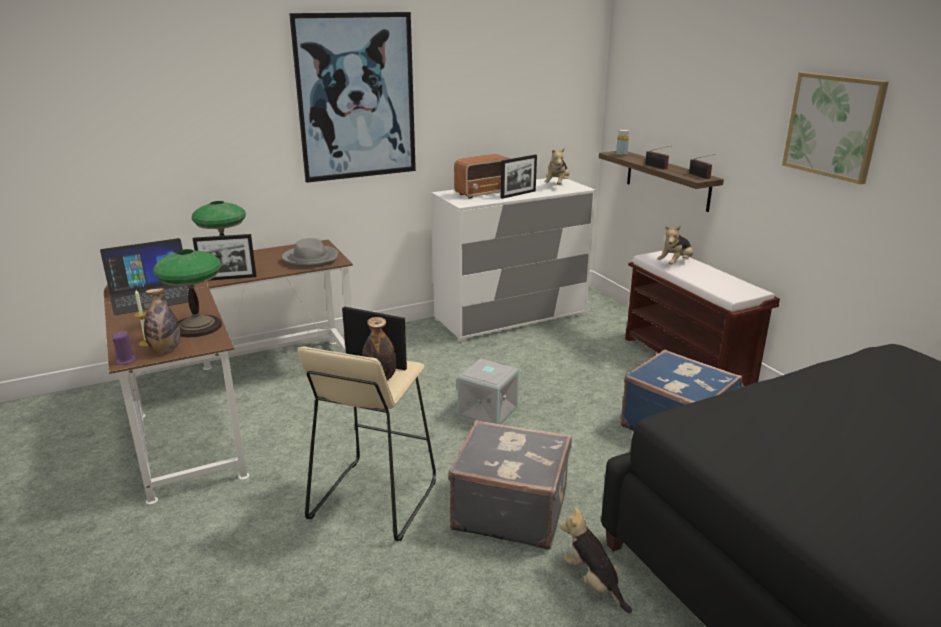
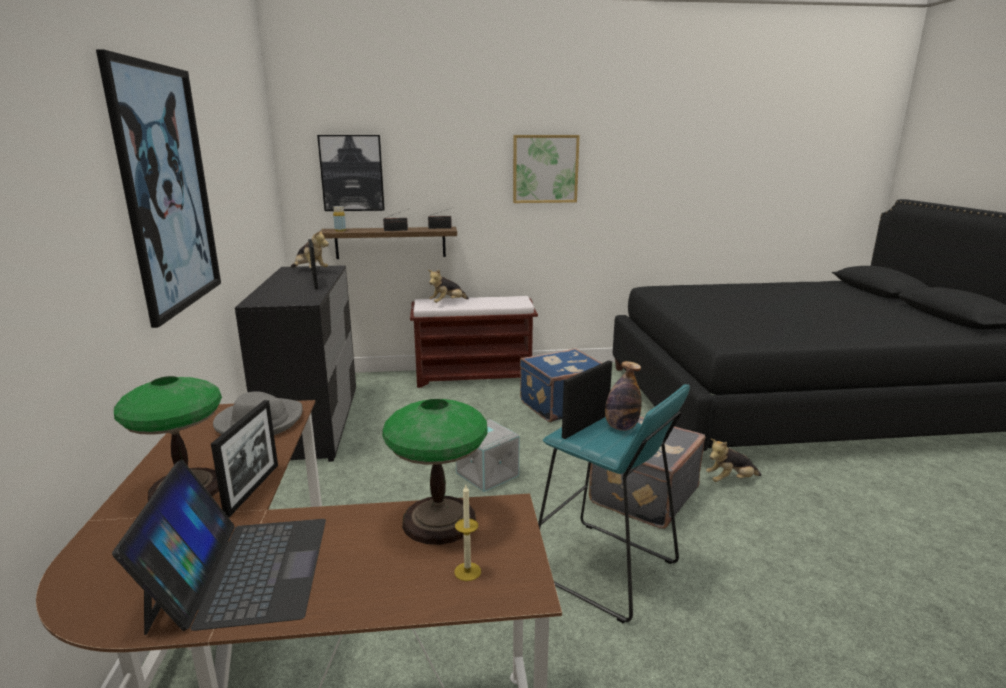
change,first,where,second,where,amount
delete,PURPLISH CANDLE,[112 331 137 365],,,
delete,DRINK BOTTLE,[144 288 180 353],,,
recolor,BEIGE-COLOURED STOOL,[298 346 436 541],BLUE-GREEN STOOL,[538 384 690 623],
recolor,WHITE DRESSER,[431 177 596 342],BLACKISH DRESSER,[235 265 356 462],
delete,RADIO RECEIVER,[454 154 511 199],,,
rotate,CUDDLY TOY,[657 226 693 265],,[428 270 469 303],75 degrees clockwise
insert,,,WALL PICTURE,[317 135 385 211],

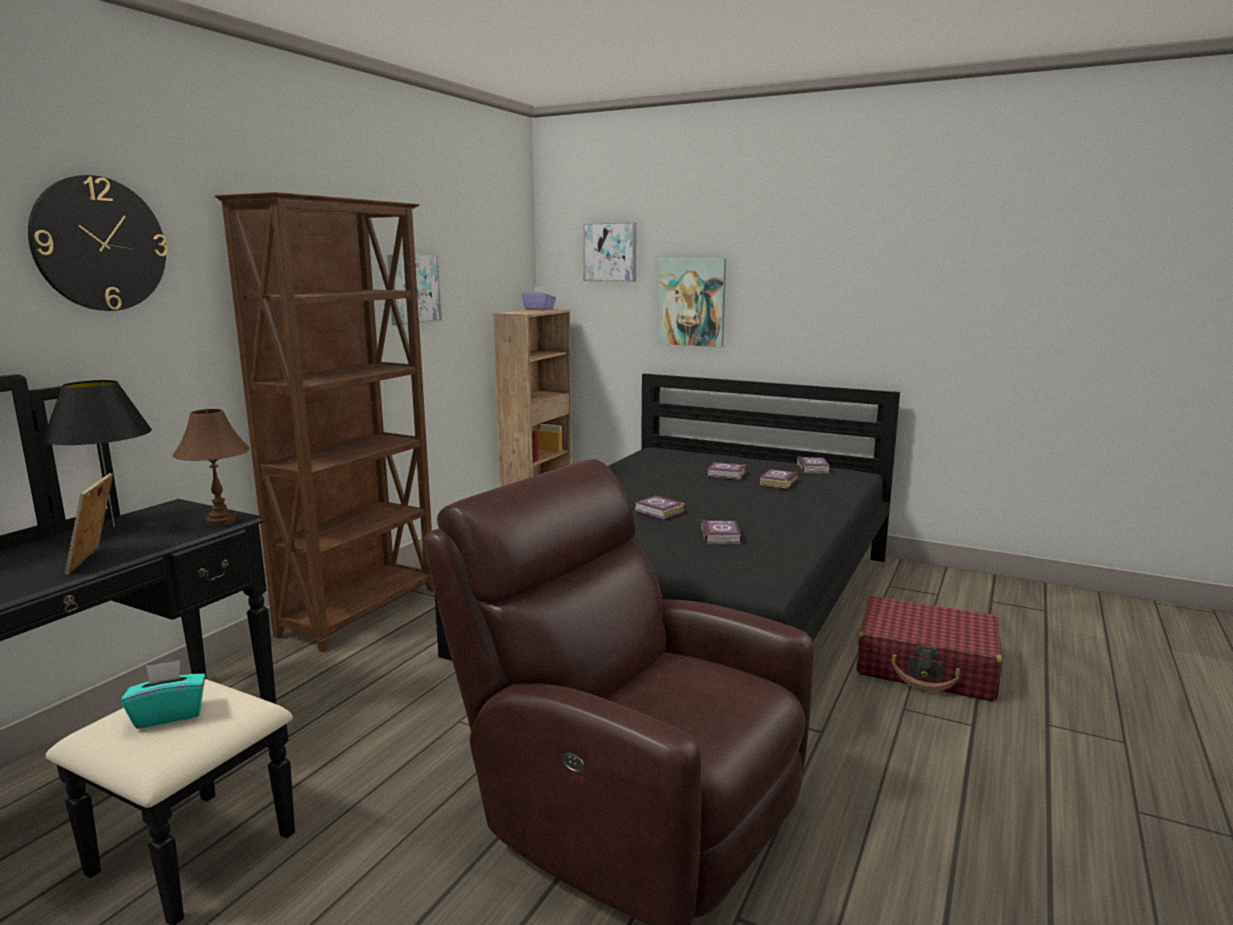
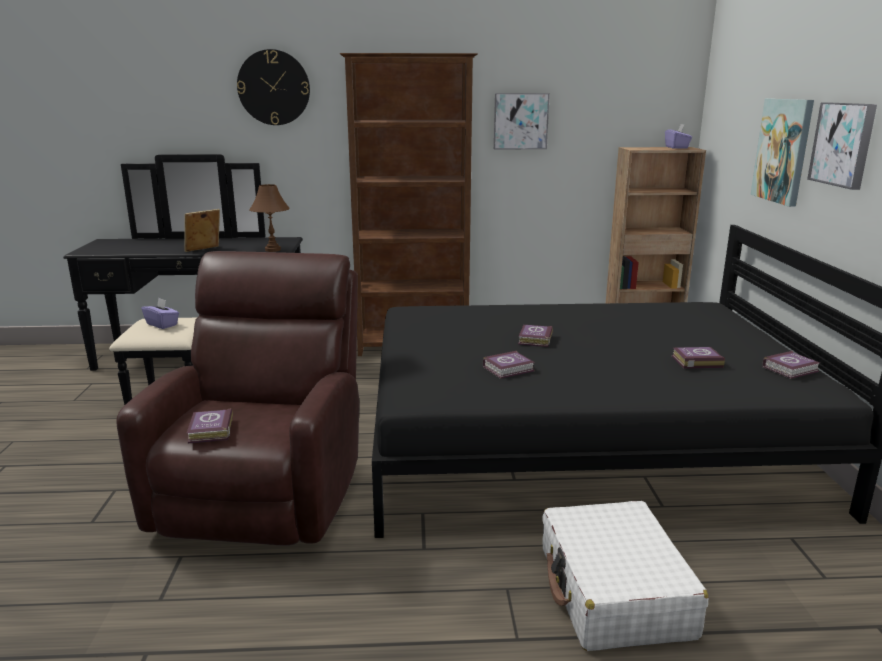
change,first,where,second,where,amount
delete,BLACKISH TABLE LAMP,[42 380 152 527],,,
recolor,BLUE-GREEN TISSUE BOX,[121 660 206 729],PURPLISH TISSUE BOX,[142 298 179 329],
move,WALL PICTURE,[583 222 636 282],,[807 102 877 190],
move,BOOK,[707 462 746 480],,[187 408 233 443],
recolor,RED SUITCASE,[856 596 1003 701],WHITE SUITCASE,[542 501 708 651],

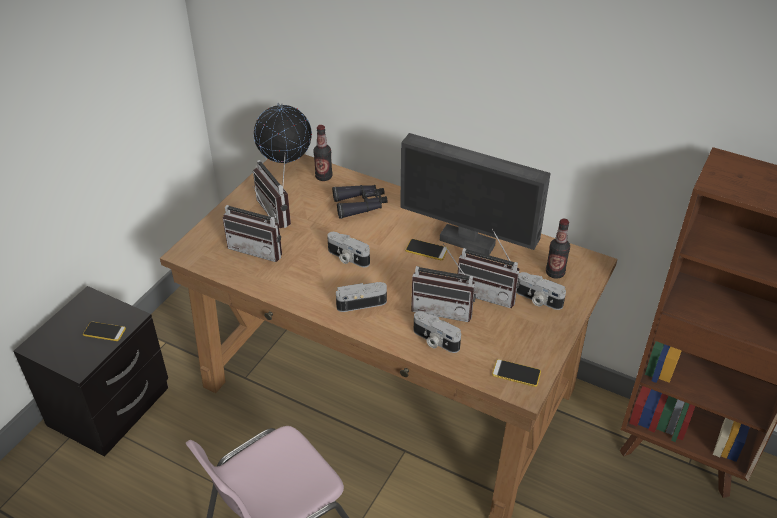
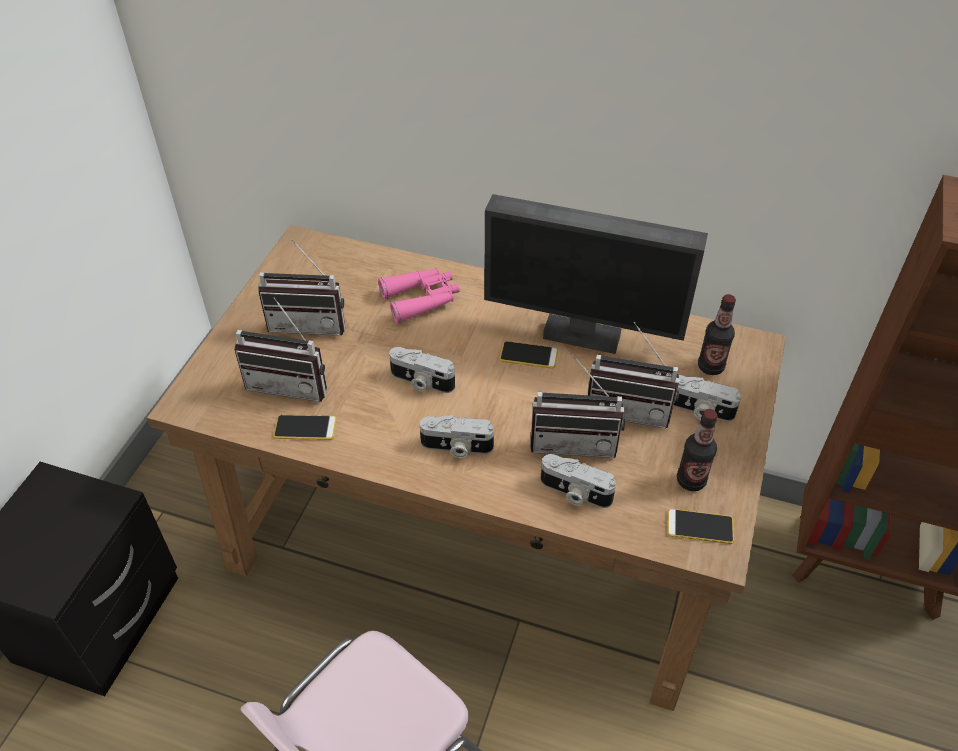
change,first,where,second,where,amount
move,PHONE,[83 322 126 341],,[273 415 337 440],
rotate,RADIO RECEIVER,[253 152 291 228],,[258 239 345 336],45 degrees counterclockwise
delete,DESK GLOBE,[254 103 312 164],,,
move,DRINK BOTTLE,[313 125 333 181],,[677 409 718 491],
recolor,BLACKISH PAIR OF BINOCULARS,[332 185 388 219],PINKISH PAIR OF BINOCULARS,[378 268 460 324],
rotate,PHOTO CAMERA,[336 282 387 312],,[420 415 494 458],150 degrees counterclockwise

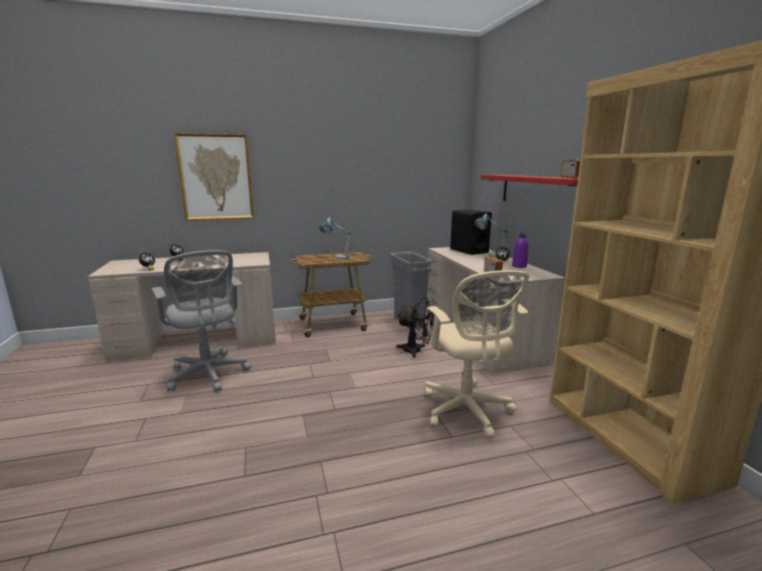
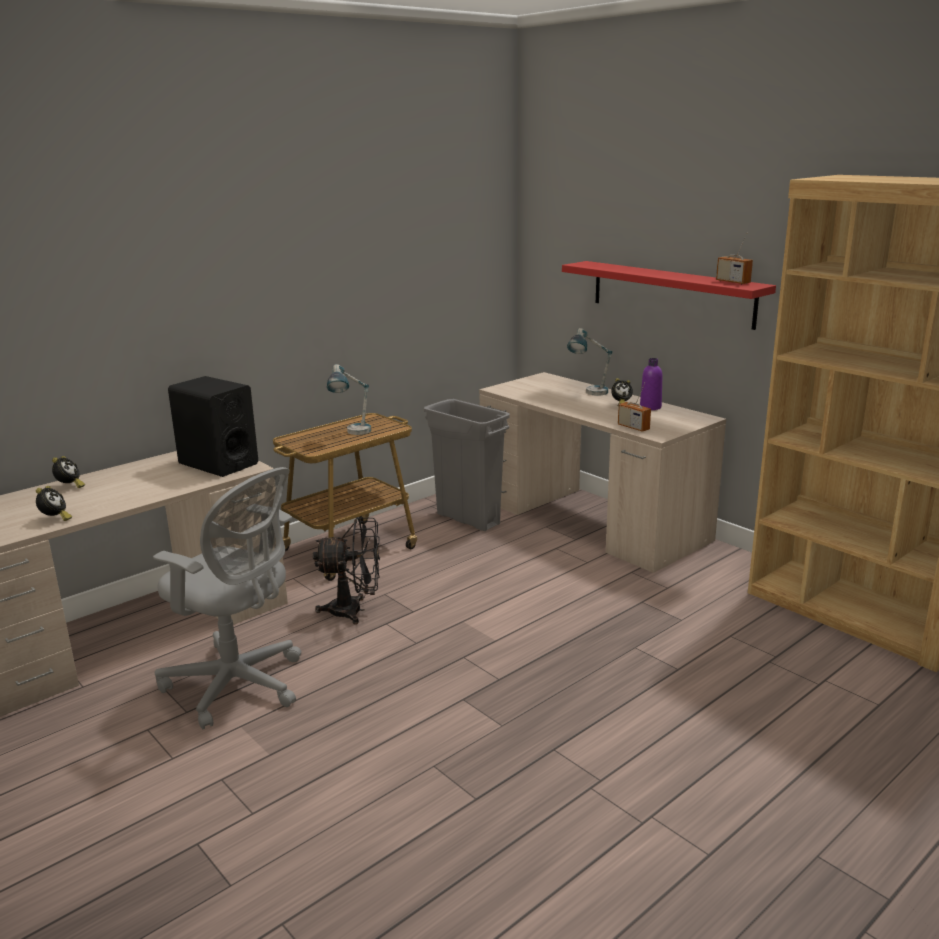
change,first,where,second,where,amount
delete,WALL PICTURE,[174 133 254 220],,,
move,BLACKISH FAN,[396 297 437 358],,[313 517 380 624],
delete,BEIGE-COLOURED OFFICE CHAIR,[424 270 529 439],,,
move,BLACKISH SPEAKER,[450 209 492 255],,[168 376 258 477],

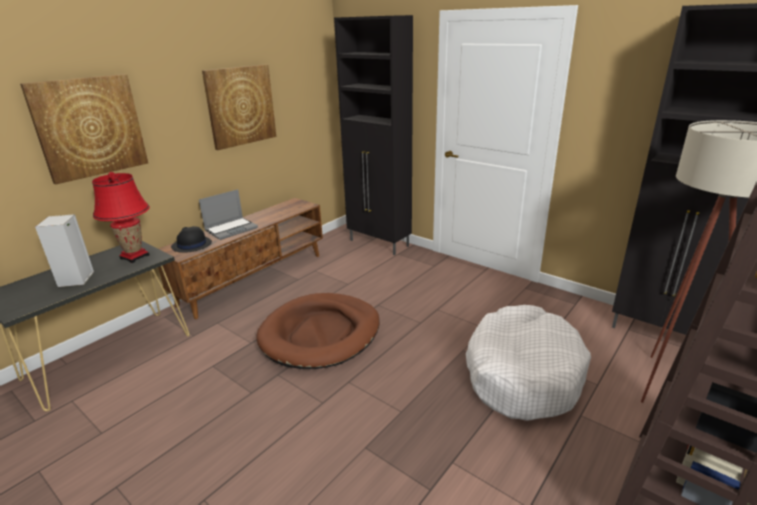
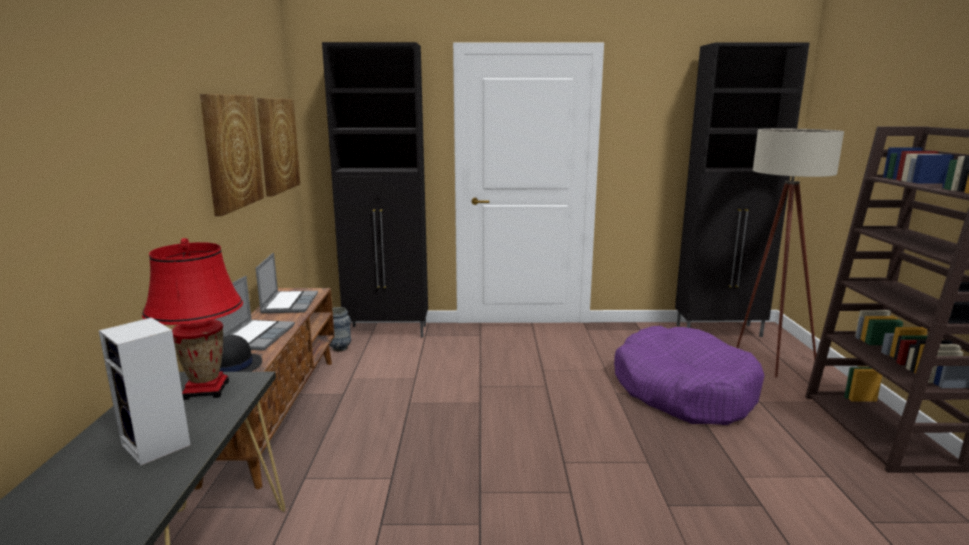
change,first,where,second,where,amount
move,WALL PICTURE,[20 74 148 184],,[257 98 300 197],
delete,BROWNISH DOG CUSHION,[256 293 380 369],,,
recolor,WHITE DOG CUSHION,[466 305 591 421],PURPLISH DOG CUSHION,[614 326 765 425],
insert,,,NOTEBOOK COMPUTER,[255 253 318 313],
insert,,,FLOWER VASE,[330 307 351 351],

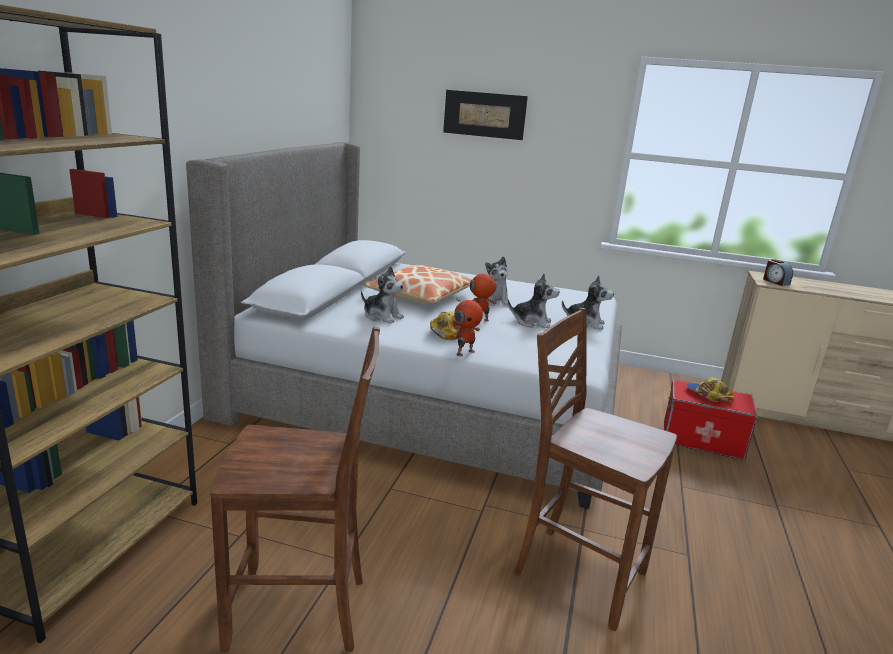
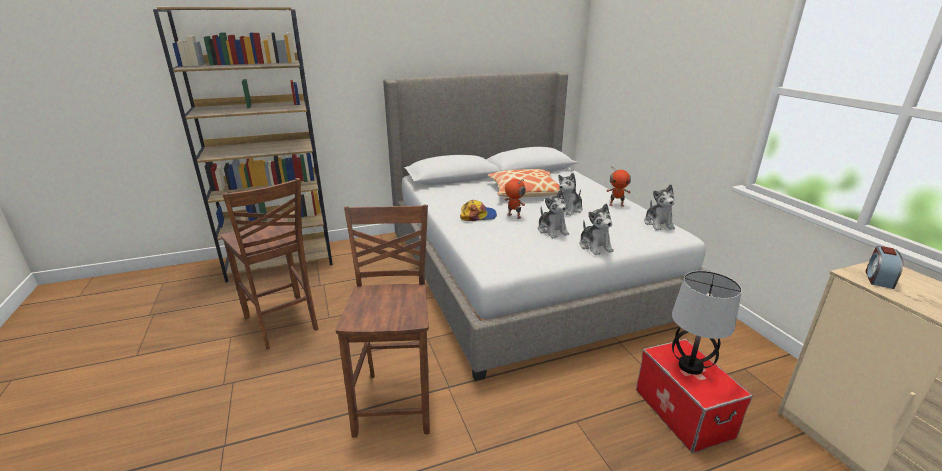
change,first,where,second,where,amount
move,CUDDLY TOY,[361 266 404 324],,[644 184 675 230],
delete,WALL PICTURE,[443 90 528 140],,,
move,TOY ROBOT,[453 299 483 356],,[606 166 631 207],
replace,PEAKED CAP,[686 377 734 403],TABLE LAMP,[672 271 742 375],

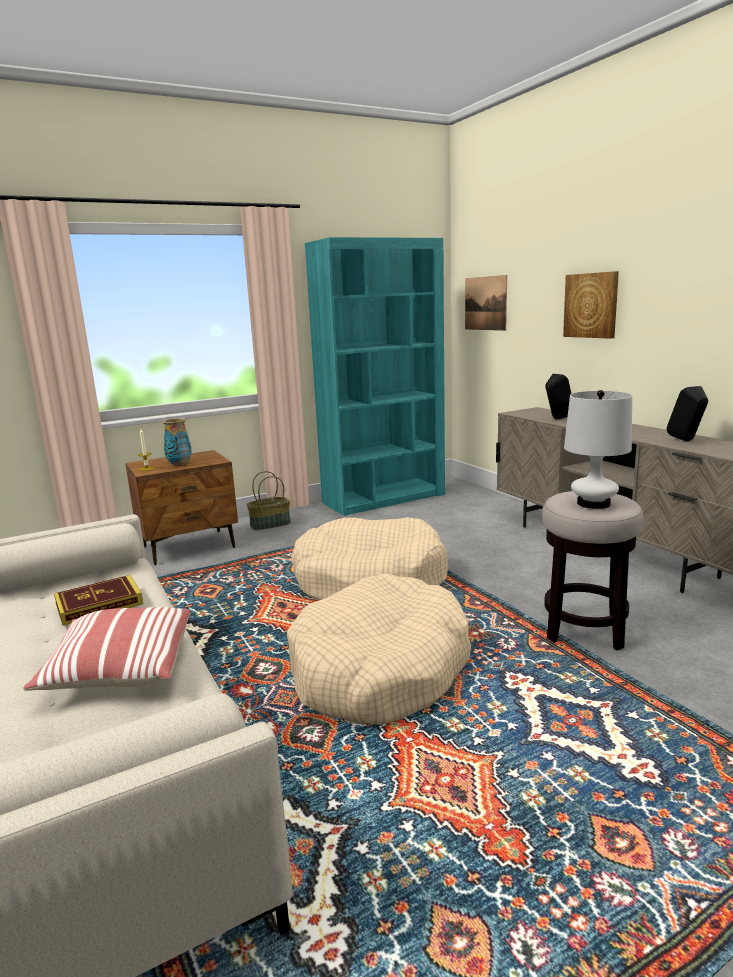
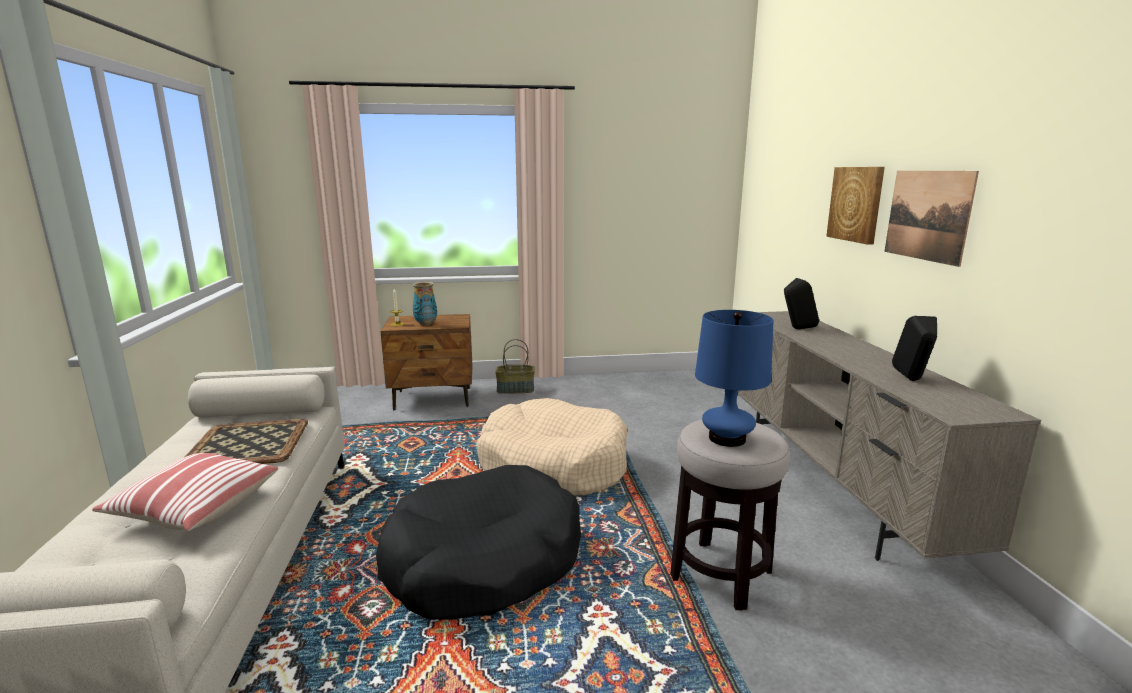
change,first,where,second,where,amount
replace,BOOK,[54 575 143 626],CARRYING TRAY,[185 419 308 464],
recolor,BEIGE-COLOURED DOG CUSHION,[287 573 471 725],BLACKISH DOG CUSHION,[376 465 581 620],
delete,BLUE-GREEN BOOKSHELF,[305 237 445 516],,,
move,WALL PICTURE,[465 275 507 331],,[884 171 979 267],
recolor,WHITE TABLE LAMP,[564 390 632 509],BLUE TABLE LAMP,[695 310 773 447],

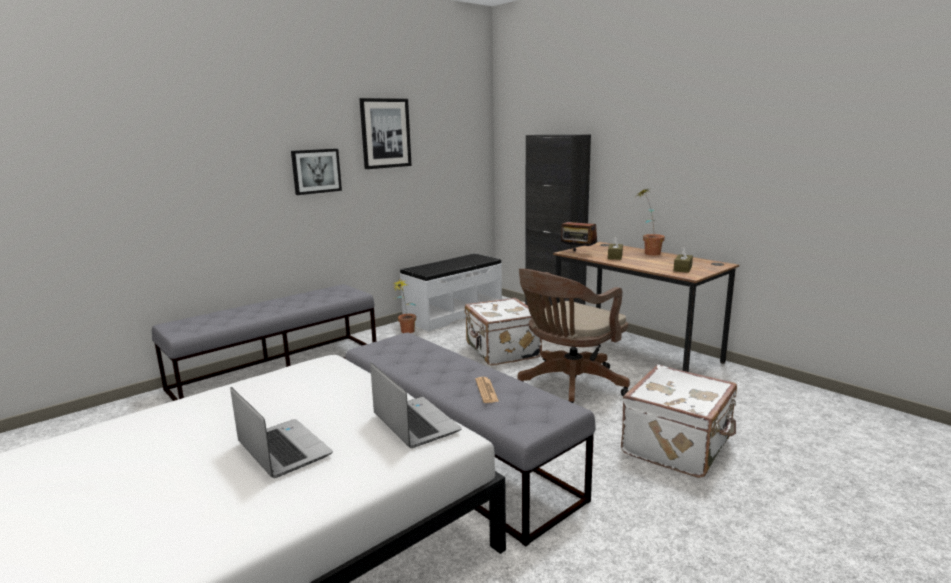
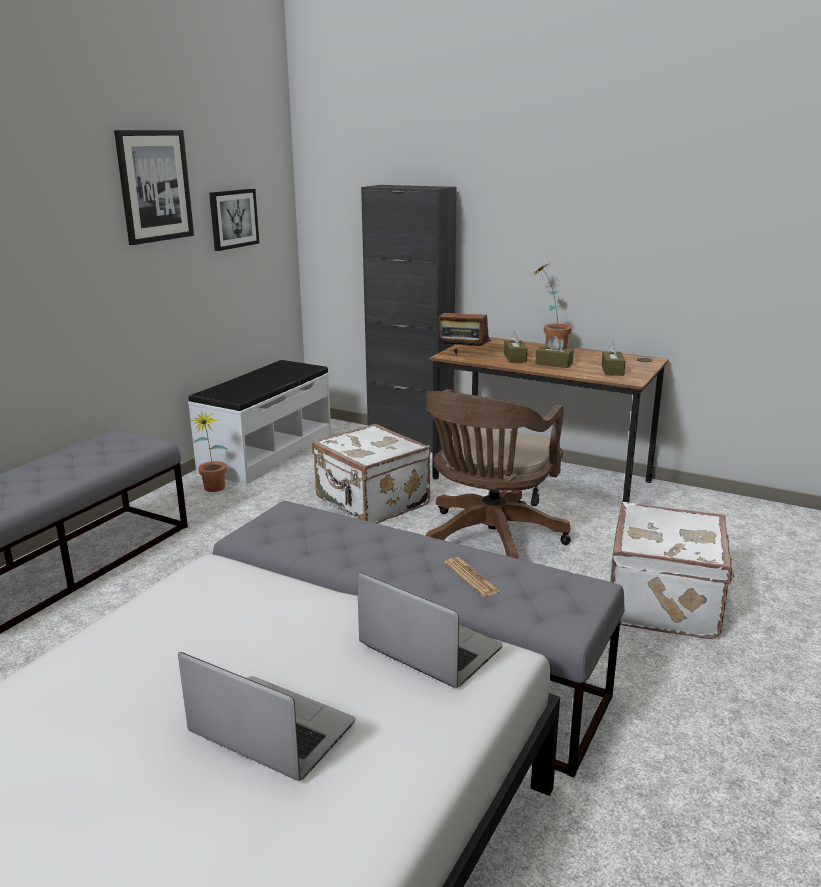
change,first,where,second,where,amount
move,WALL PICTURE,[291 149 342 195],,[209 189 259 251],
insert,,,BROWNISH TISSUE BOX,[535 336 574 368],

